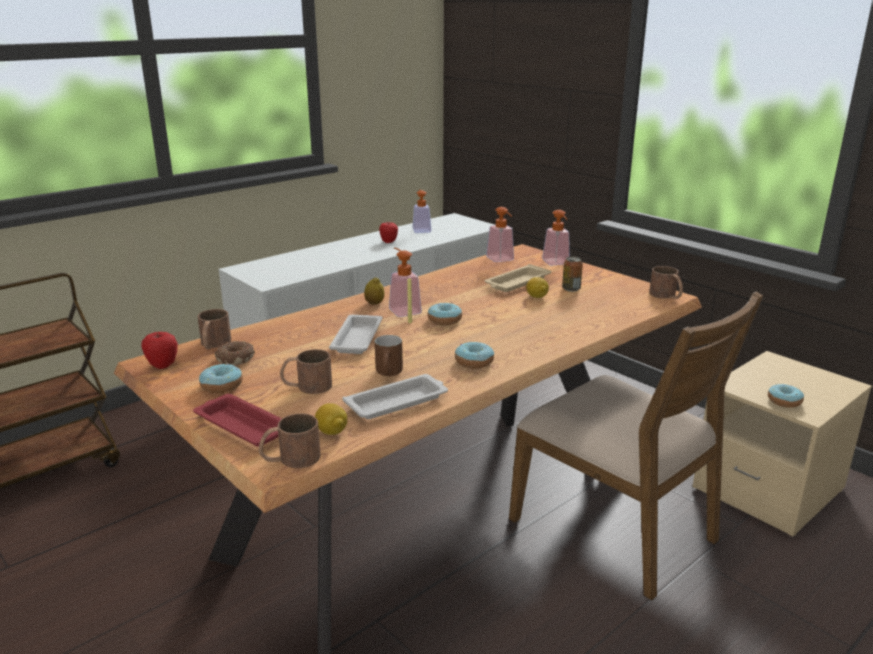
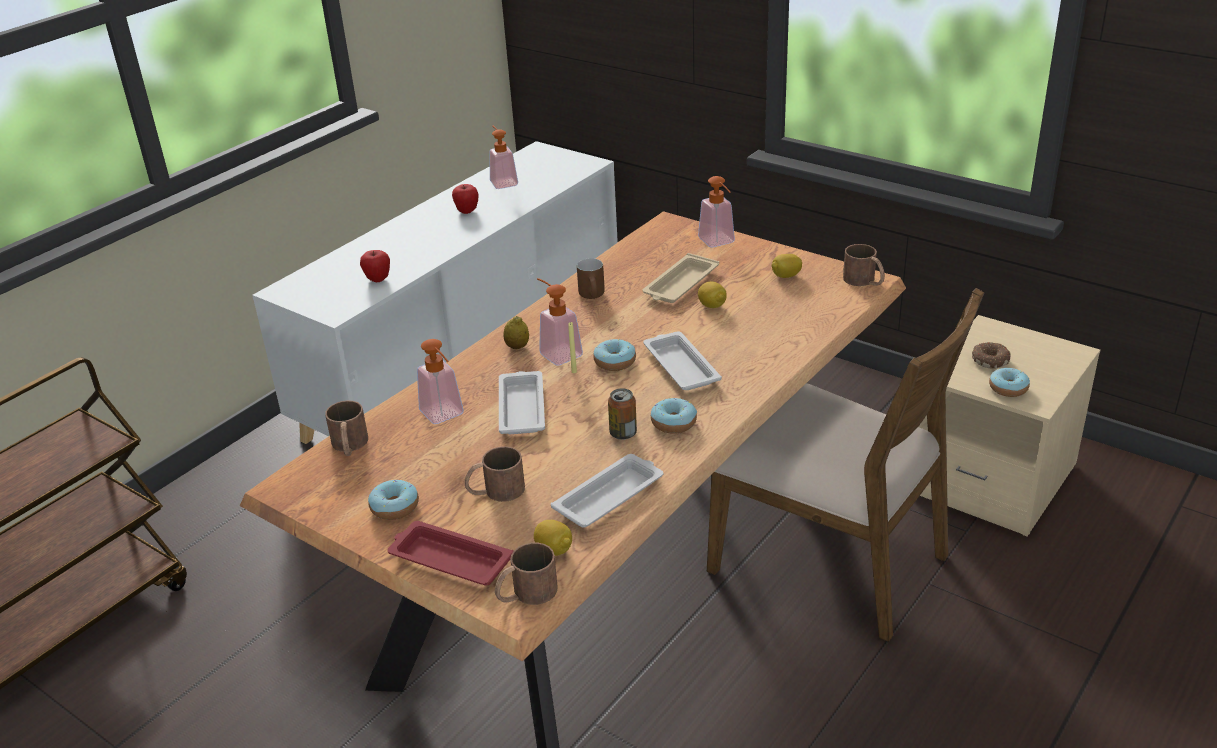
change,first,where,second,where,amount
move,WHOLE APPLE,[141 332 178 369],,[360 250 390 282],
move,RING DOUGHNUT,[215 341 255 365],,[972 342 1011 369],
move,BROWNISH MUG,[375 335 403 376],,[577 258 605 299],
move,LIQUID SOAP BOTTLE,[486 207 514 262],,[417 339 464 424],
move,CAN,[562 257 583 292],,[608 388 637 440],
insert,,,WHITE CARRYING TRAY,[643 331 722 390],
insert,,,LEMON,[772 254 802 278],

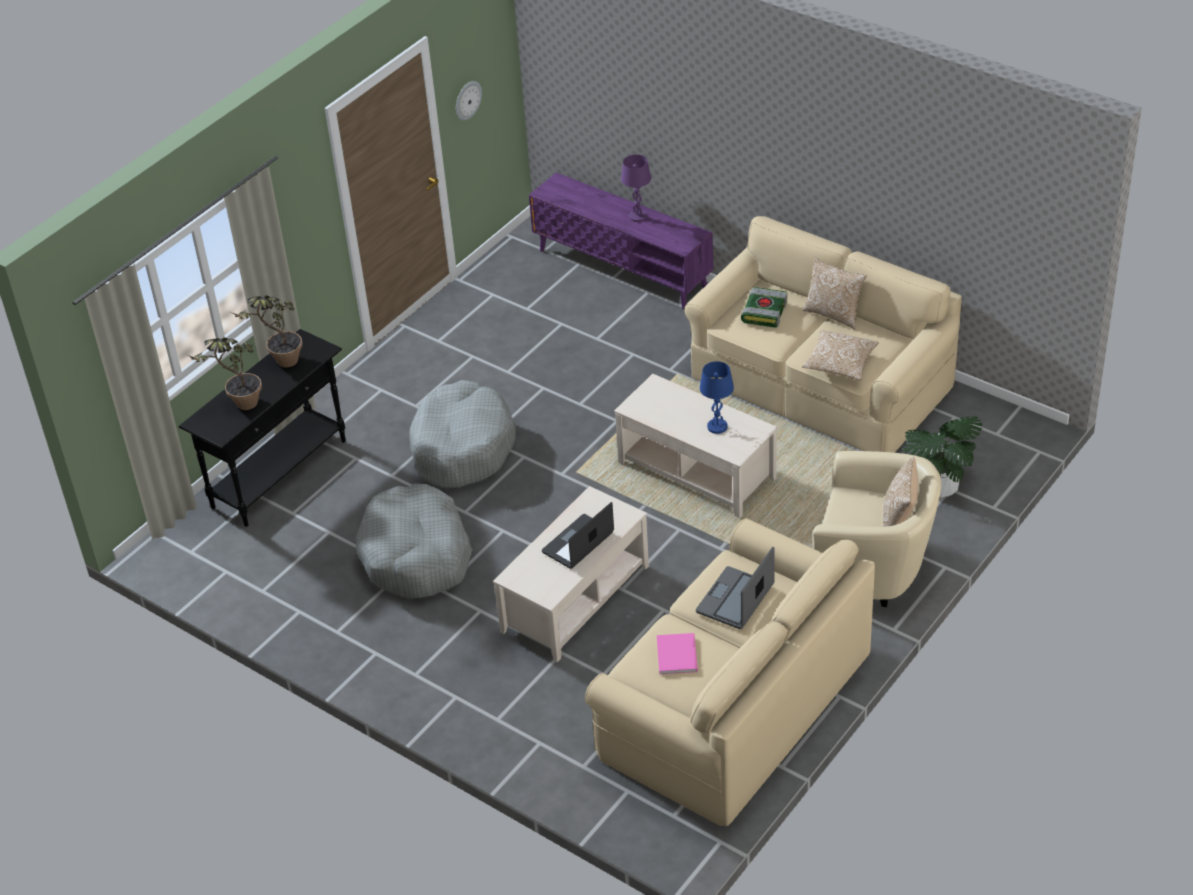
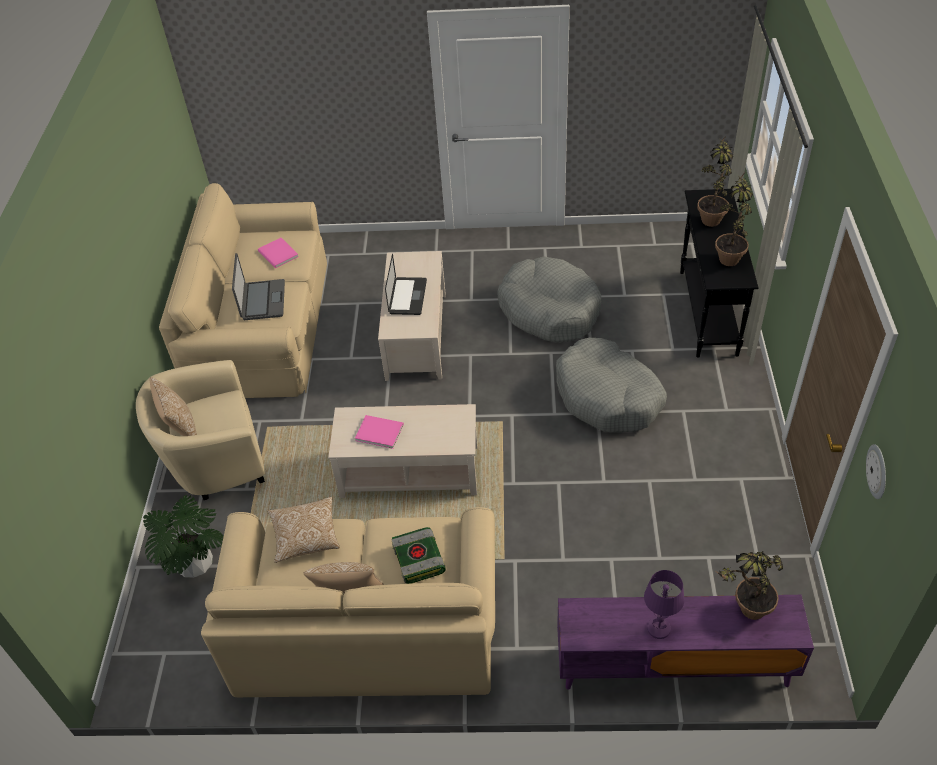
change,first,where,second,where,amount
replace,BLUE TABLE LAMP,[700 361 734 434],PINKISH BOOK,[355 415 404 449],
insert,,,PLANT IN A POT,[714 551 783 620],

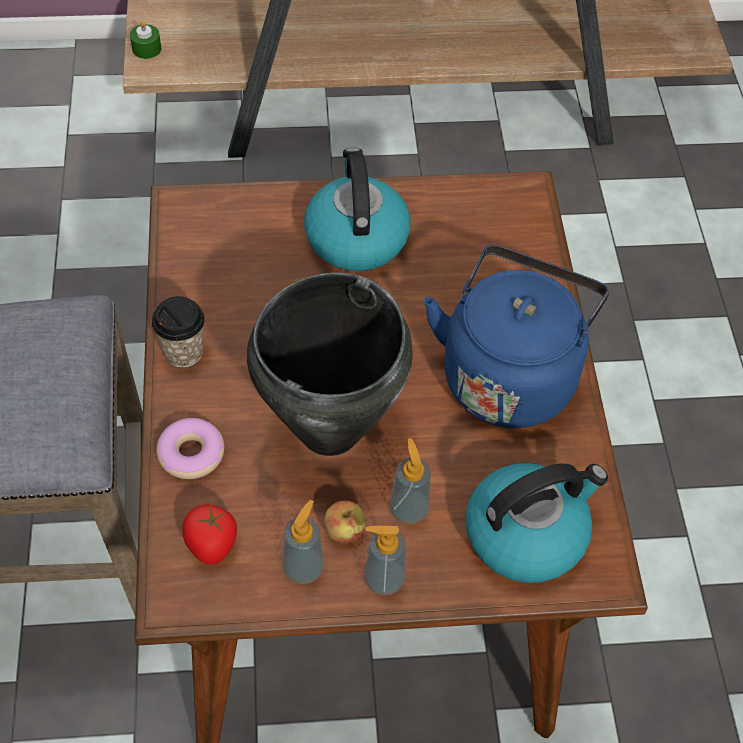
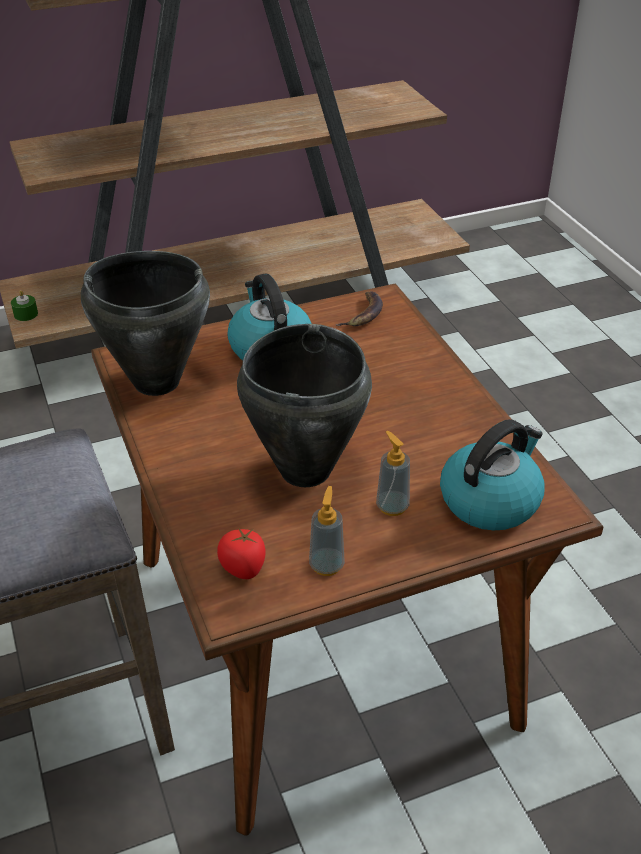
change,first,where,second,where,amount
delete,CUP,[152 296 205 368],,,
delete,RING DOUGHNUT,[156 418 225 479],,,
delete,WHOLE APPLE,[324 500 366 543],,,
delete,LIQUID SOAP BOTTLE,[364 526 406 596],,,
delete,BLUE TEA KETTLE,[424 245 609 428],,,
insert,,,BLACKISH STOCKPOT,[81 251 210 396],
insert,,,WHOLE BANANA,[335 291 383 326],

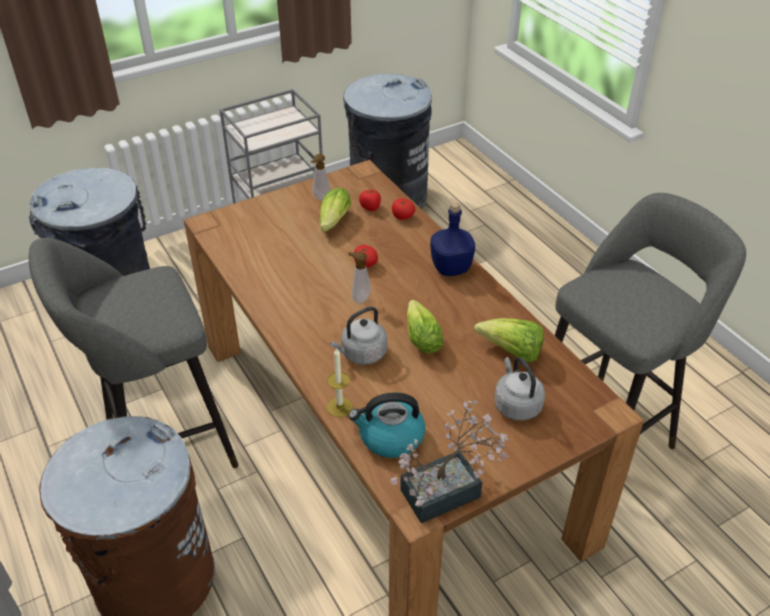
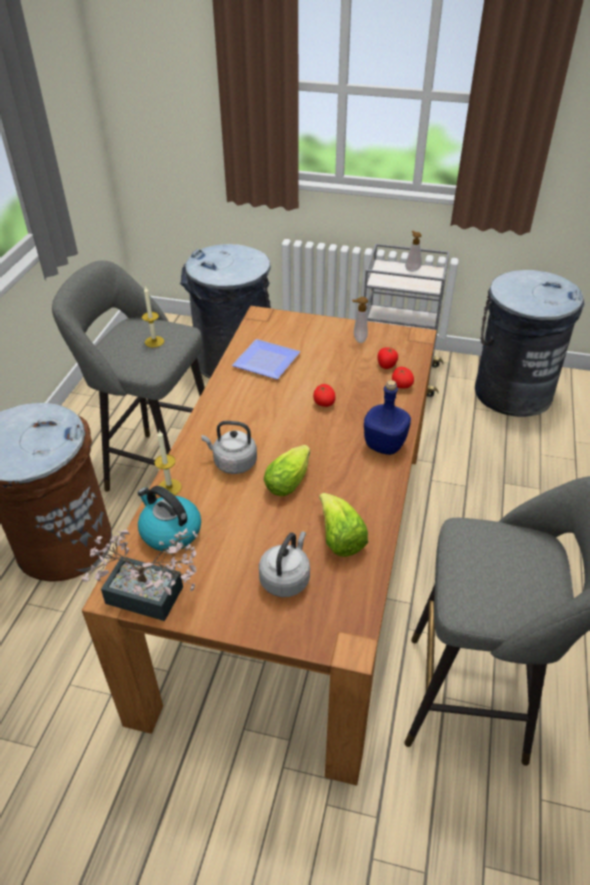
change,first,where,second,where,amount
delete,HEAD OF LETTUCE,[319 187 351 232],,,
move,LIQUID SOAP BOTTLE,[348 252 371 303],,[405 231 422 272],
insert,,,CANDLE,[142 286 164 347],
insert,,,PLATE,[232 339 300 379],

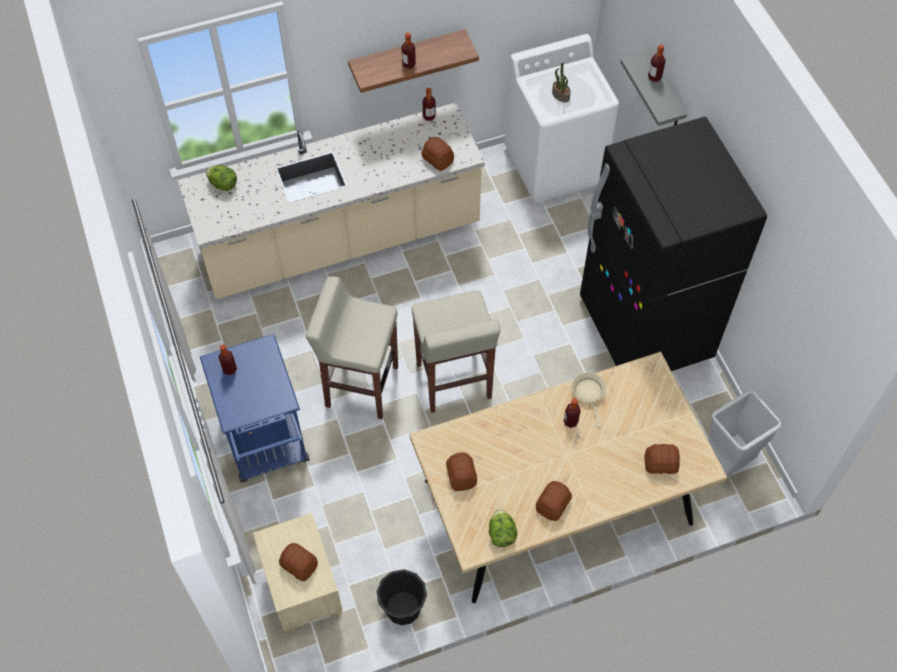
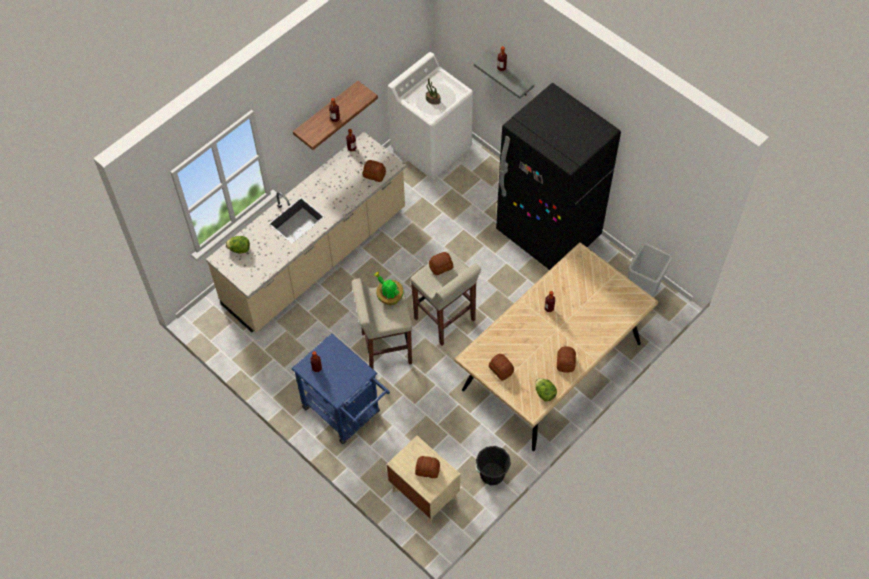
change,first,where,second,where,amount
delete,BEIGE-COLOURED SKILLET,[572 373 606 428],,,
move,BAKERY BREAD,[645 444 680 474],,[429 252 453 275],
insert,,,PLANT IN A POT,[374 271 404 305],

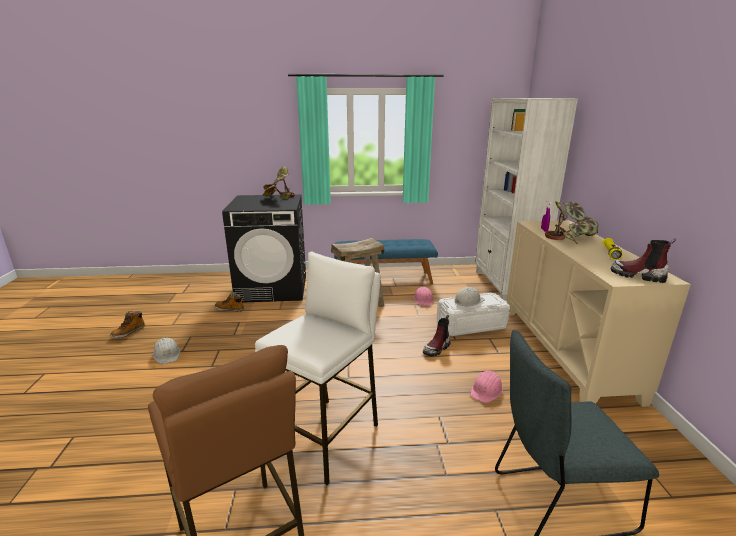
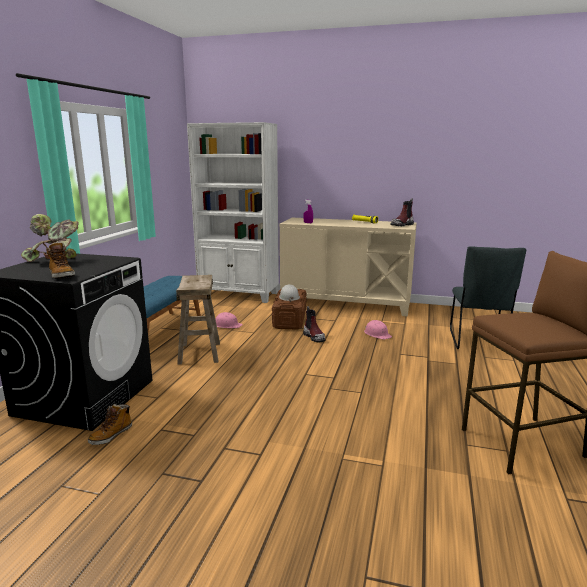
change,first,where,second,where,amount
move,BOOT,[110 311 145 338],,[46 242 75 279],
delete,WHITE WORK HELMET,[153 338 180 364],,,
delete,WHITE STOOL,[255 252 381 486],,,
recolor,WHITE STORAGE BOX,[437 293 510 336],BROWNISH STORAGE BOX,[272 289 306 330],
delete,PLANT IN A POT,[545 201 598 244],,,

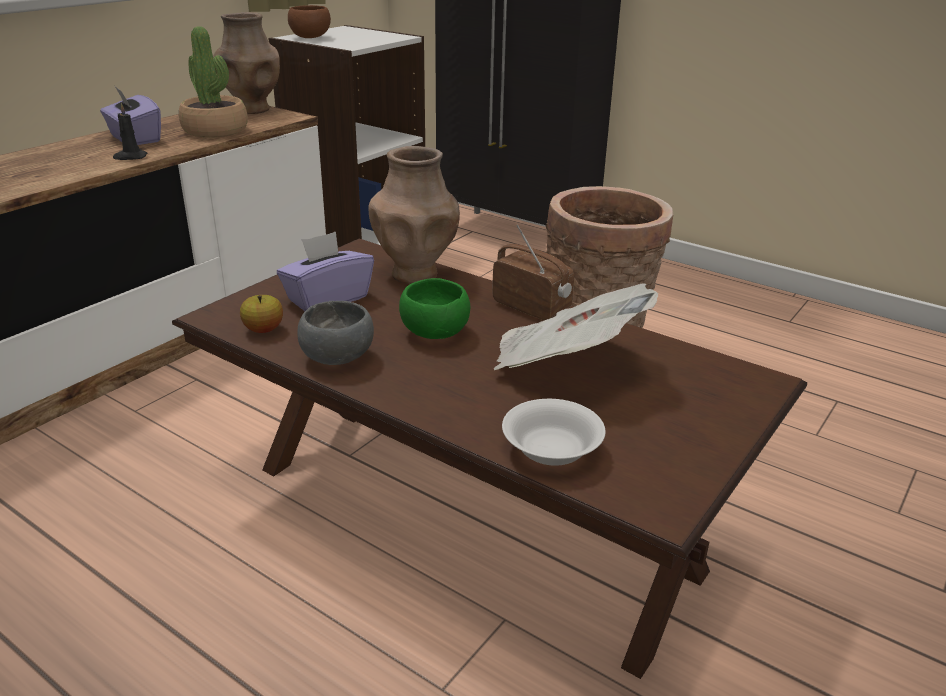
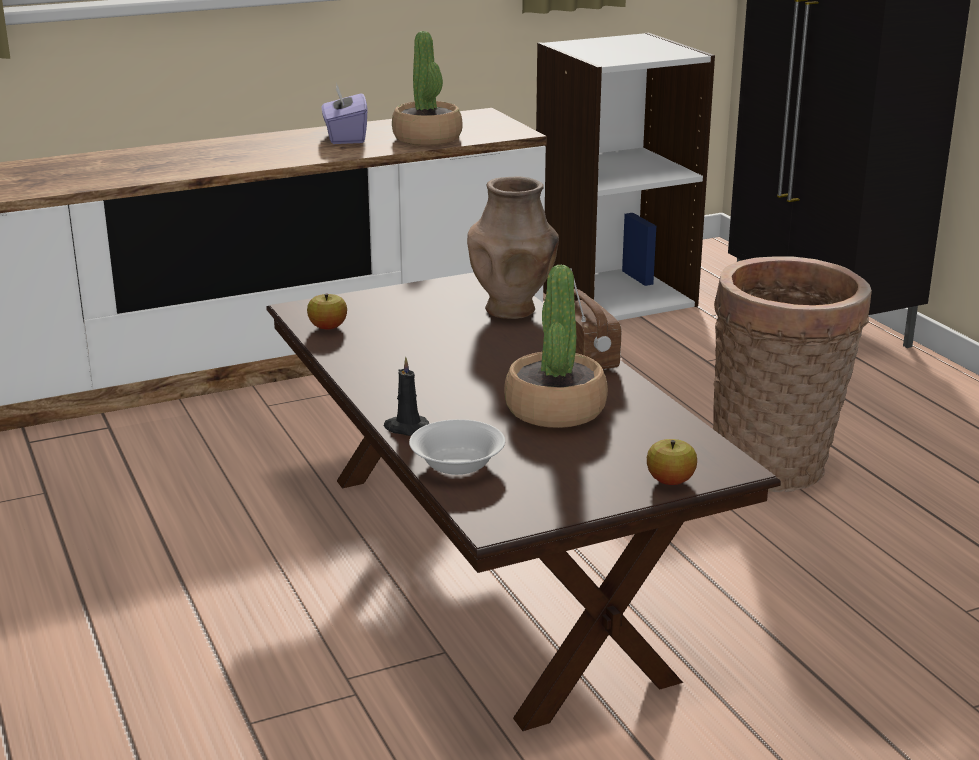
change,first,where,second,where,amount
move,BLACKISH CANDLE,[113 103 148 160],,[384 357 429 436],
delete,BROWNISH FLOWER VASE,[213 12 280 114],,,
delete,PURPLISH TISSUE BOX,[277 232 374 311],,,
delete,BROWNISH SERVING BOWL,[288 5 331 38],,,
delete,GREYISH SERVING BOWL,[297 301 374 365],,,
delete,GREEN-COLOURED SERVING BOWL,[399 278 470 339],,,
replace,DAILY PAPER,[494 283 658 370],PLANT IN A POT,[504 265 608 428],
insert,,,WHOLE APPLE,[647 439 697 485],

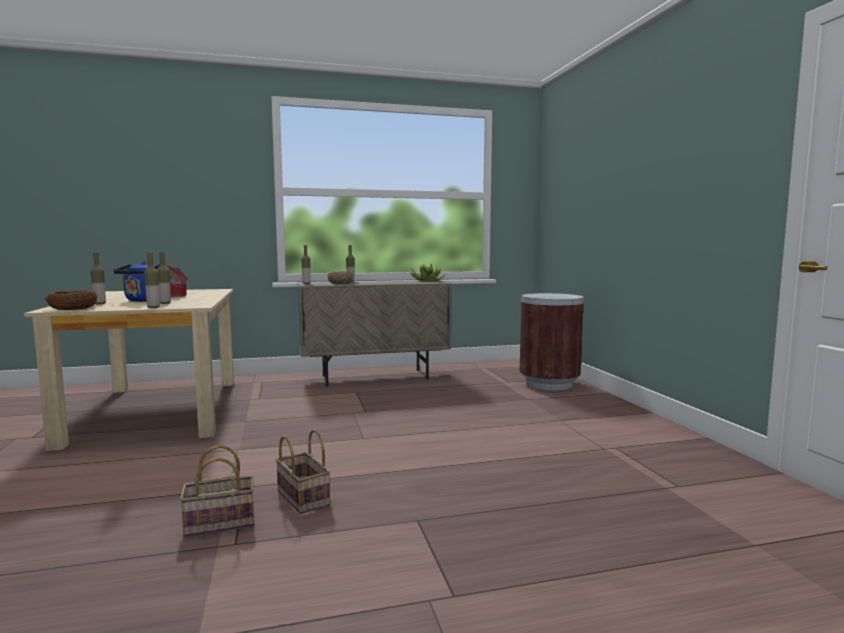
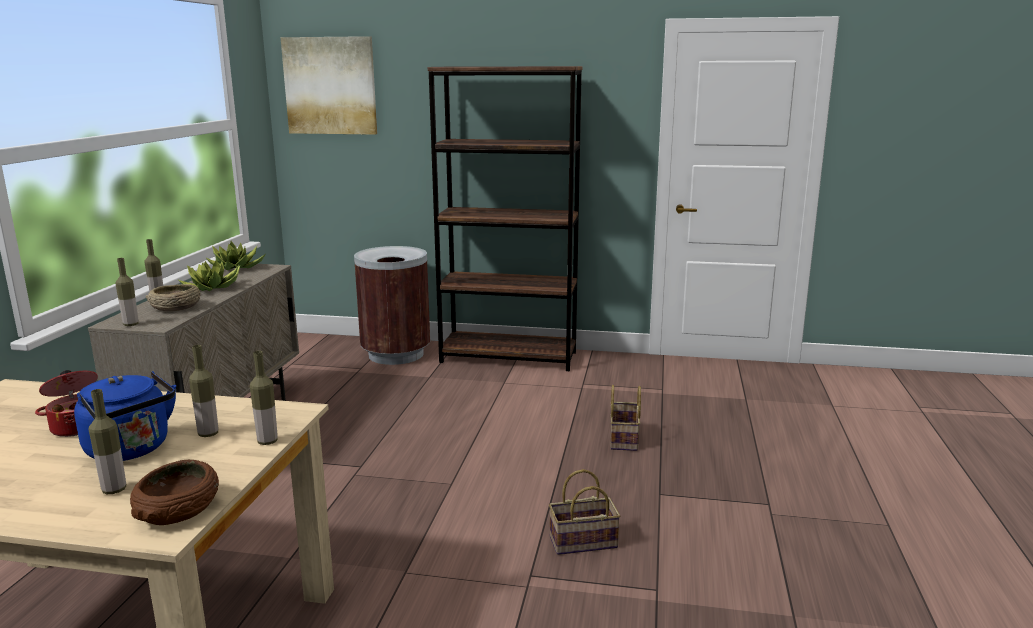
change,first,where,second,where,amount
move,HOUSEHOLD BASKET,[180 445 254 537],,[610 385 641 451],
insert,,,PLANT IN A POT,[179 259 240 291],
insert,,,WALL PICTURE,[280 36 377 135],
insert,,,BROWNISH BOOKSHELF,[428 66 583 371],

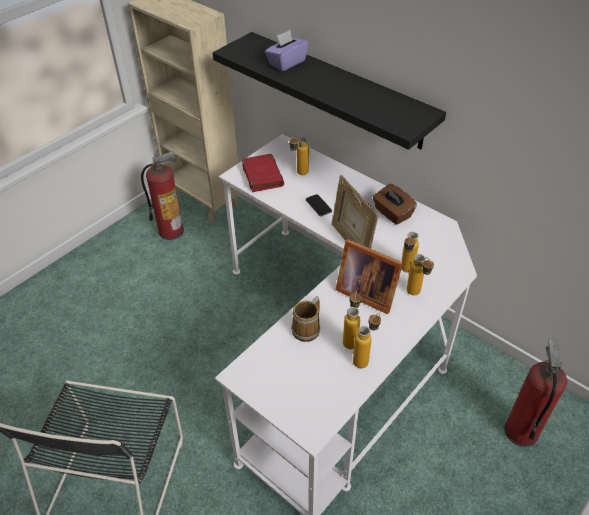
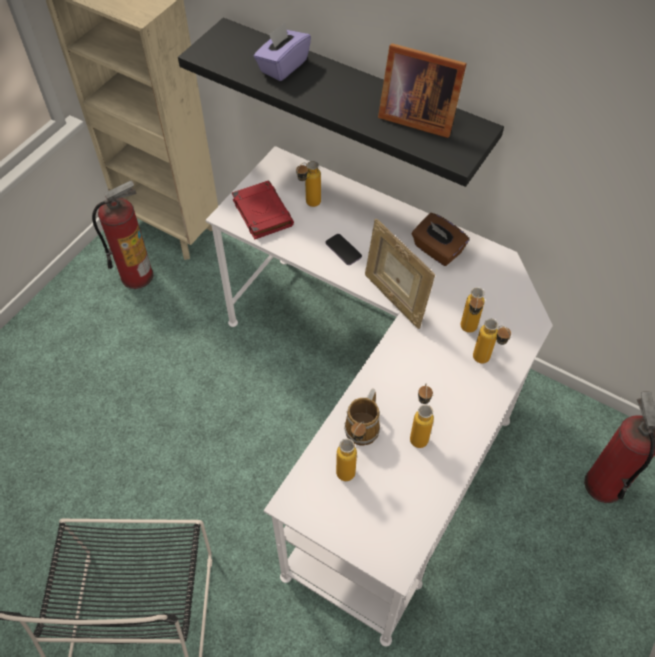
change,first,where,second,where,amount
move,STANDING FRAME,[335 239 403 314],,[378 43 467 138],
move,DRINK BOTTLE,[353 313 381 368],,[336 422 366 481],

